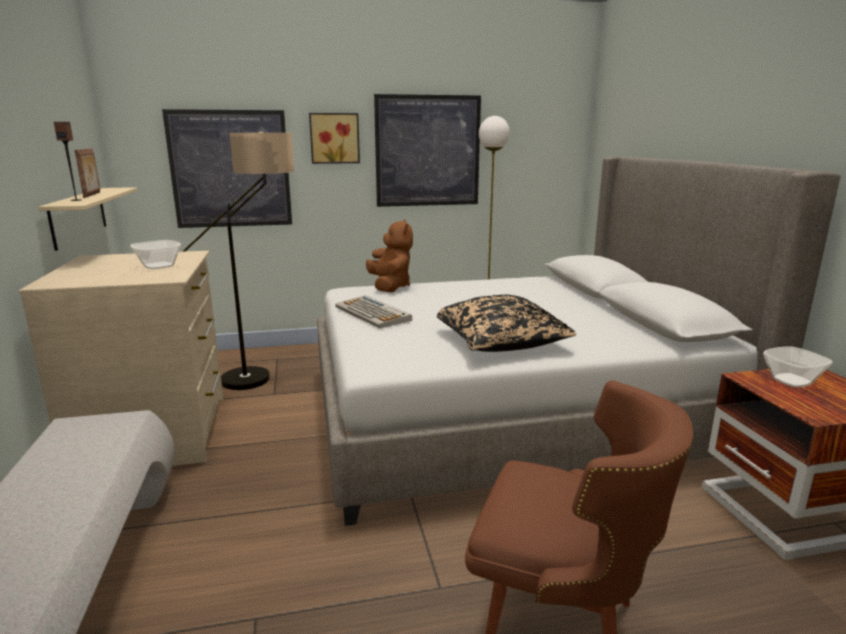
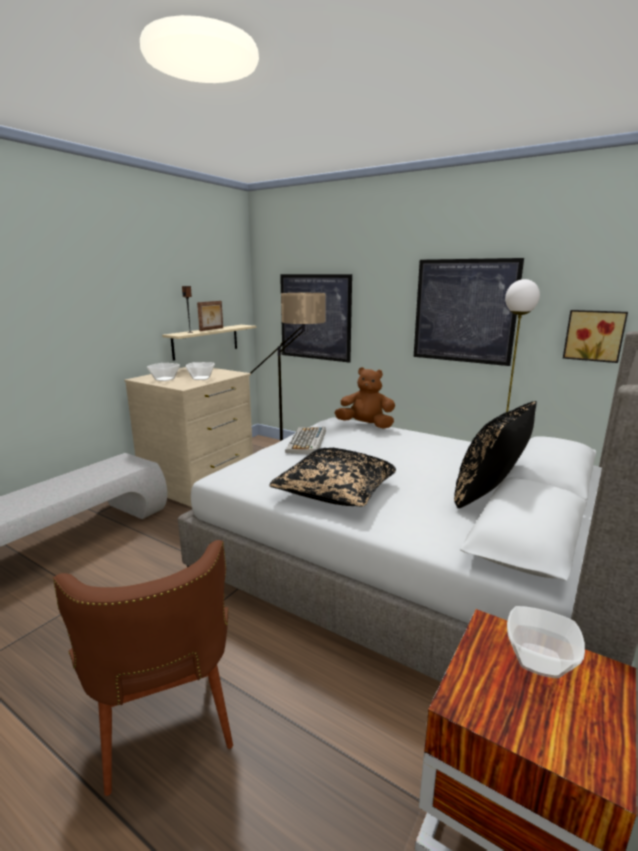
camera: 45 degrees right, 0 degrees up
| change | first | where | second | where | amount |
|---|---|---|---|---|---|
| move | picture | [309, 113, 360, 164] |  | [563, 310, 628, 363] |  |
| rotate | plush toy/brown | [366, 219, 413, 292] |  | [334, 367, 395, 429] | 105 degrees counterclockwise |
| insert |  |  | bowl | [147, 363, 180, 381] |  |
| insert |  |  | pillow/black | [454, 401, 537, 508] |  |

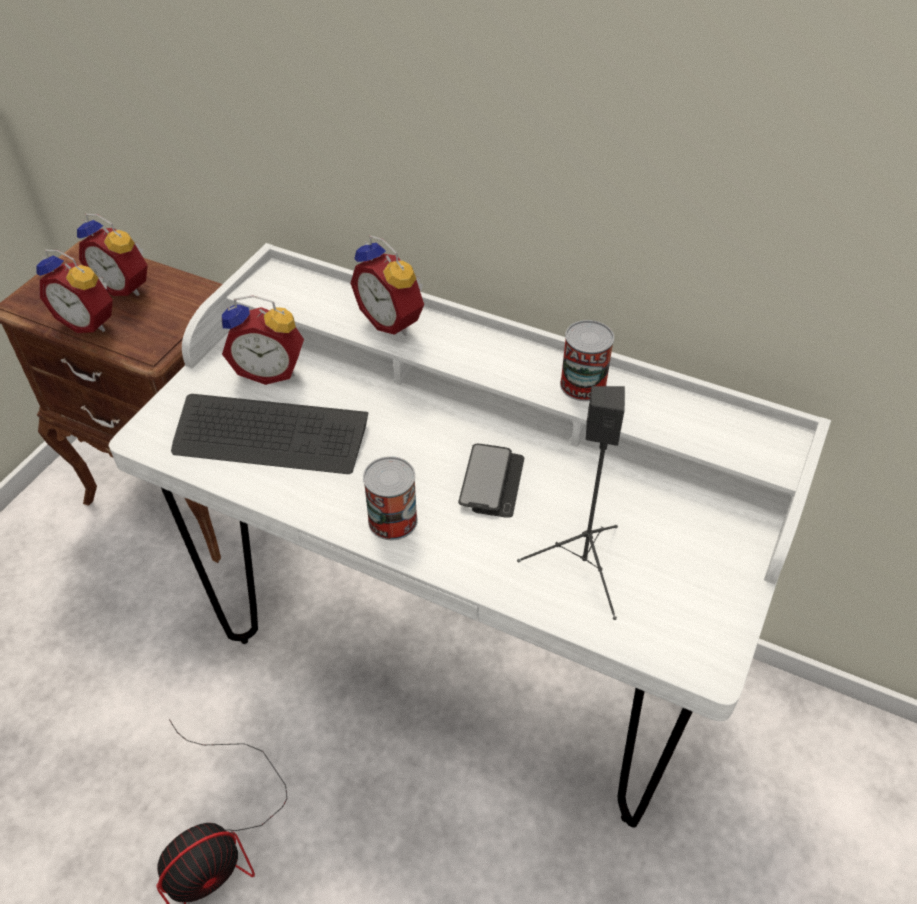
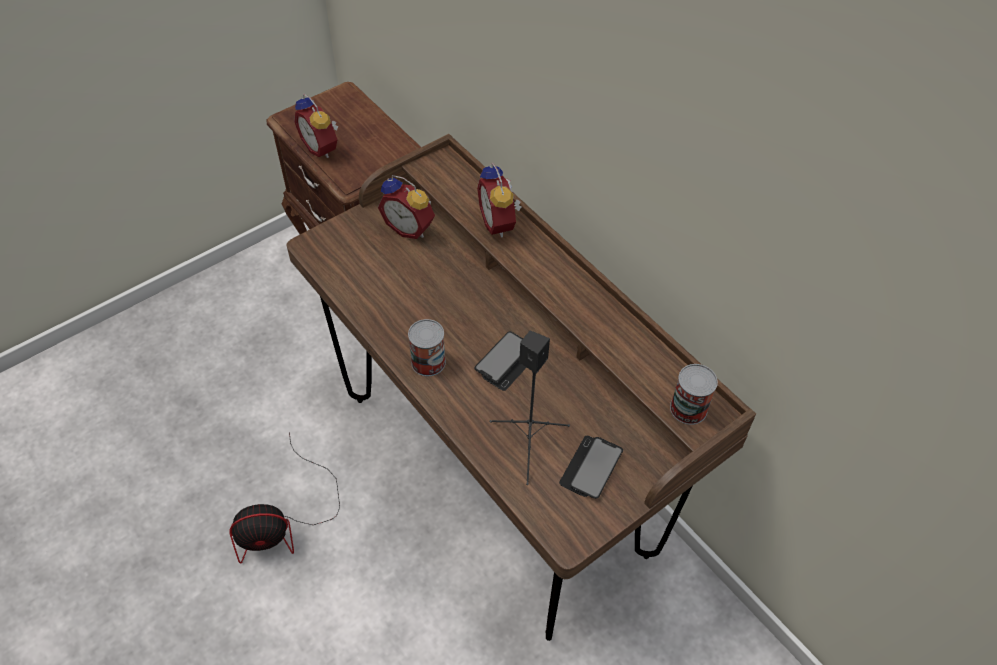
camera: 25 degrees right, 5 degrees up
| change | first | where | second | where | amount |
|---|---|---|---|---|---|
| delete | alarm clock | [77, 214, 148, 296] |  |  |  |
| recolor | desk/white | [109, 243, 831, 828] | desk/brown | [287, 134, 756, 641] |  |
| delete | keyboard | [171, 394, 368, 474] |  |  |  |
| move | can | [560, 320, 614, 401] |  | [670, 364, 718, 425] |  |
| insert |  |  | phone | [559, 436, 623, 499] |  |

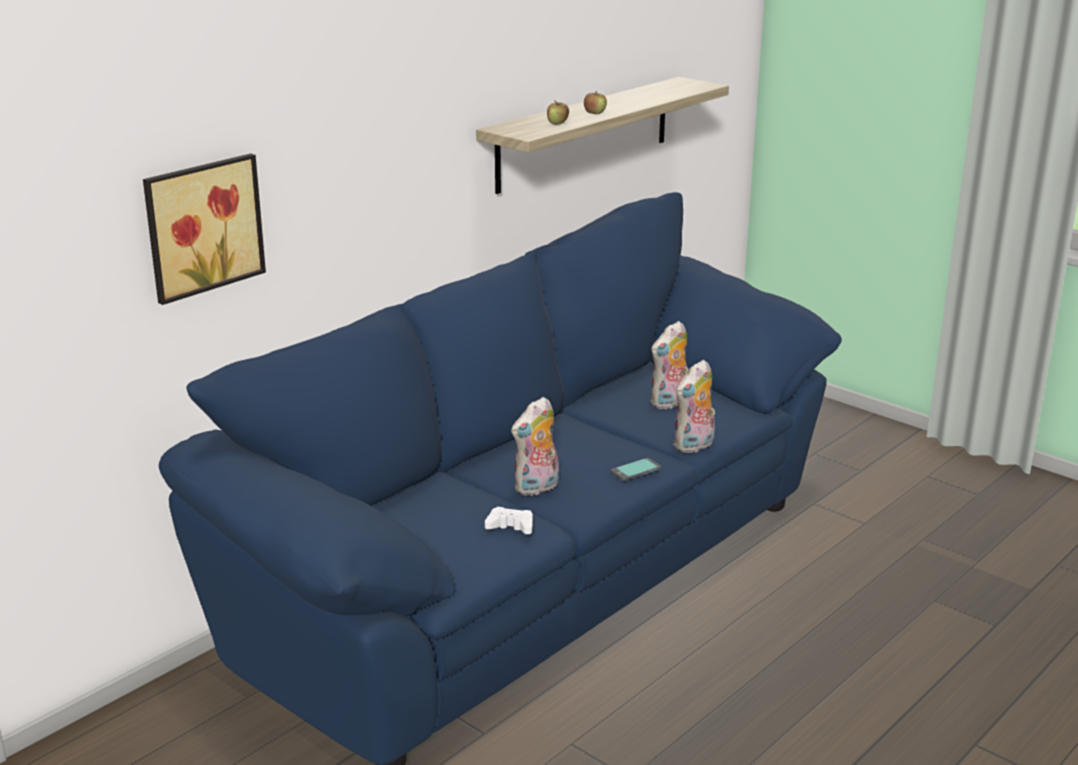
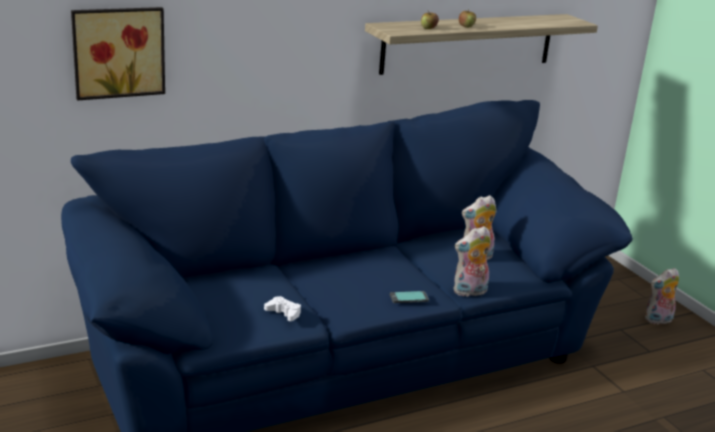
camera: 20 degrees right, 0 degrees up
| change | first | where | second | where | amount |
|---|---|---|---|---|---|
| move | plush toy | [511, 397, 559, 496] |  | [645, 268, 679, 325] |  |

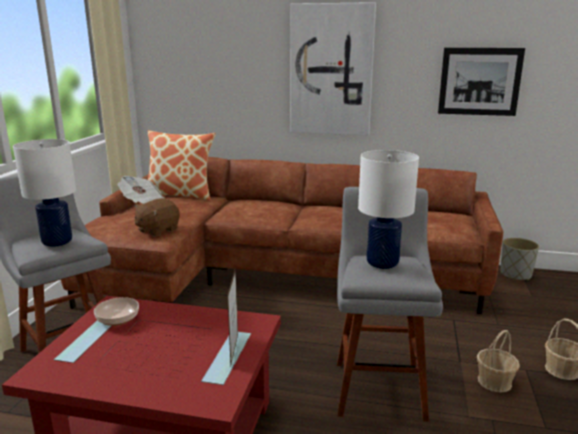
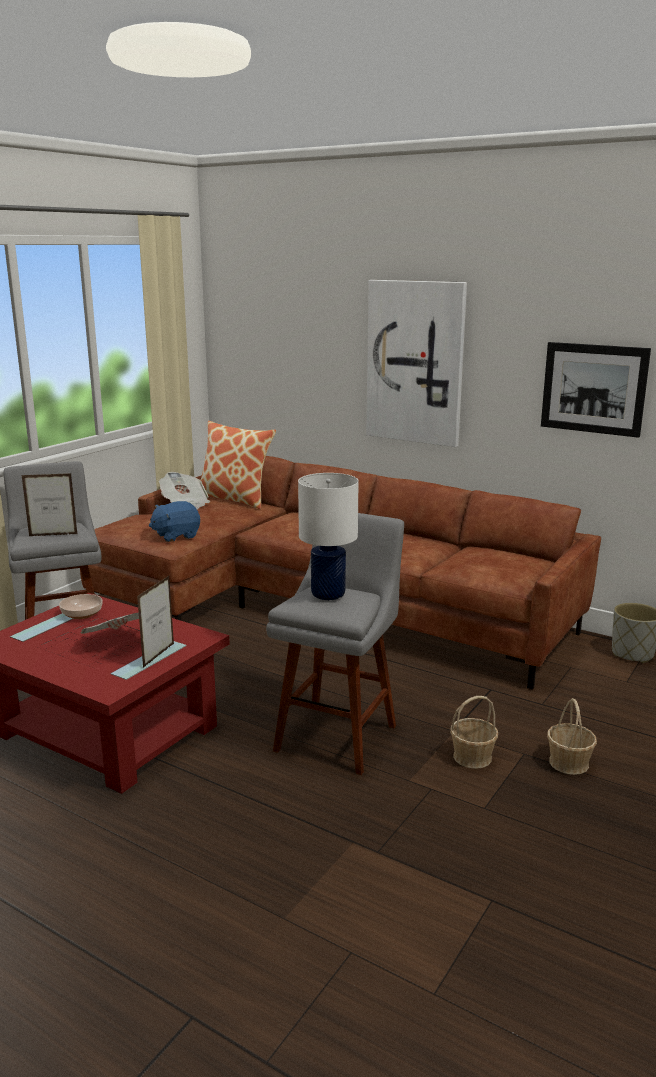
camera: 20 degrees right, 0 degrees up
| change | first | where | second | where | amount |
|---|---|---|---|---|---|
| replace | table lamp/white | [13, 139, 76, 247] | picture frame | [22, 473, 77, 536] |  |
| recolor | plush toy/brown | [135, 198, 180, 237] | plush toy/blue | [149, 501, 200, 542] |  |
| insert |  |  | newspaper | [81, 612, 139, 634] |  |

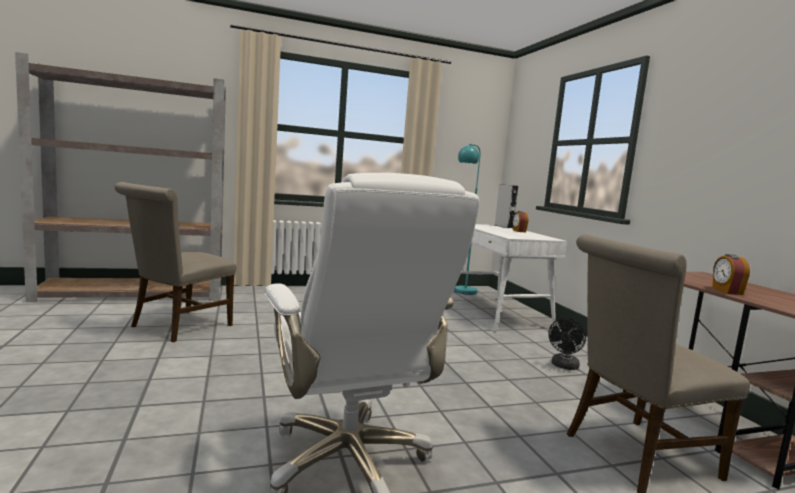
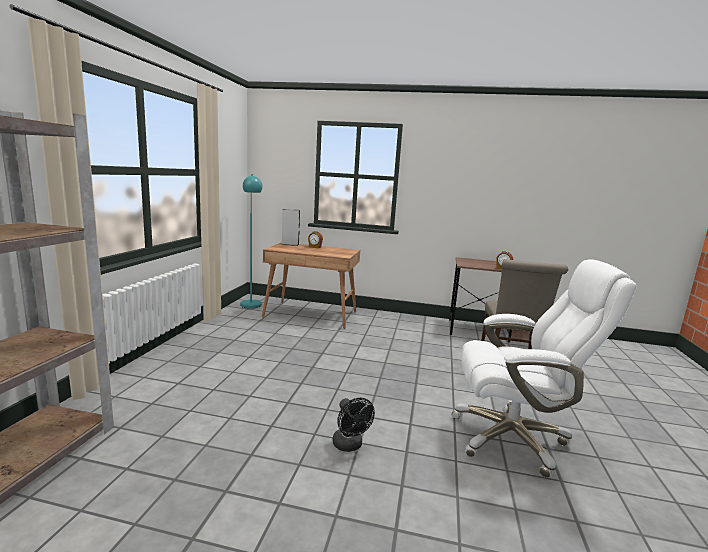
camera: 60 degrees left, 5 degrees up
| change | first | where | second | where | amount |
|---|---|---|---|---|---|
| delete | chair/beige | [115, 182, 237, 342] |  |  |  |
| recolor | desk/white | [461, 224, 567, 332] | desk/brown | [262, 242, 360, 329] |  |
| move | fan/black | [548, 318, 586, 370] |  | [333, 398, 375, 452] |  |

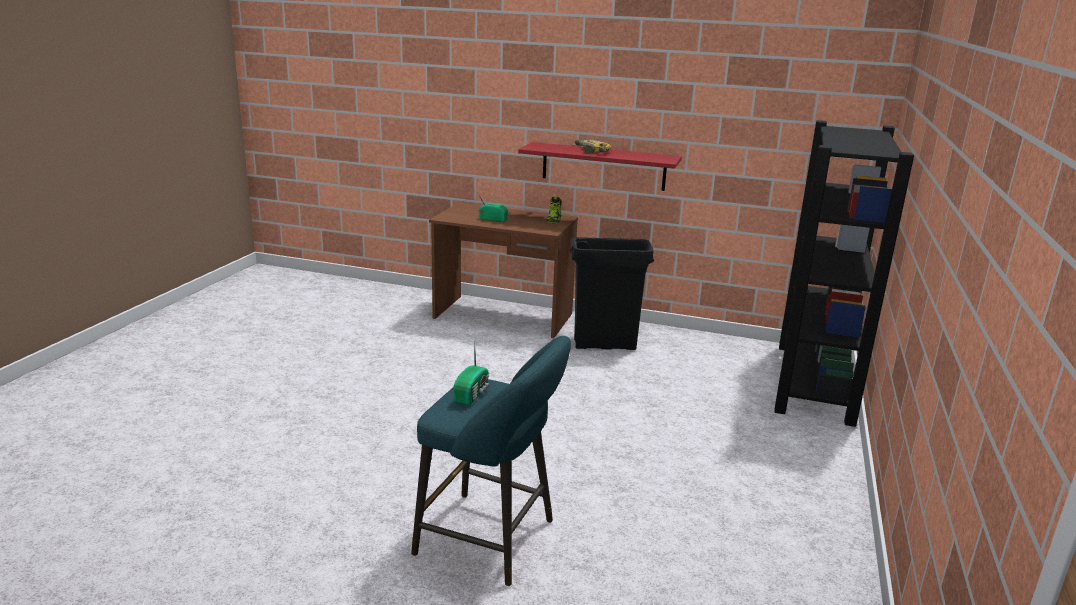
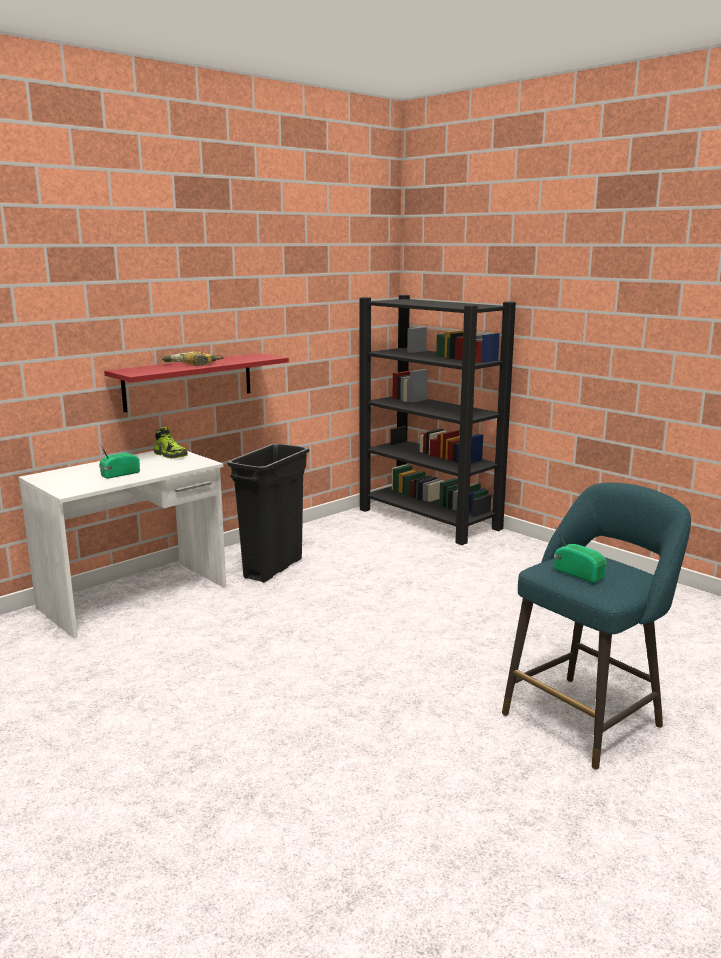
camera: 60 degrees left, 5 degrees down
| change | first | where | second | where | amount |
|---|---|---|---|---|---|
| recolor | desk/brown | [429, 203, 578, 338] | desk/white | [18, 451, 226, 638] |  |

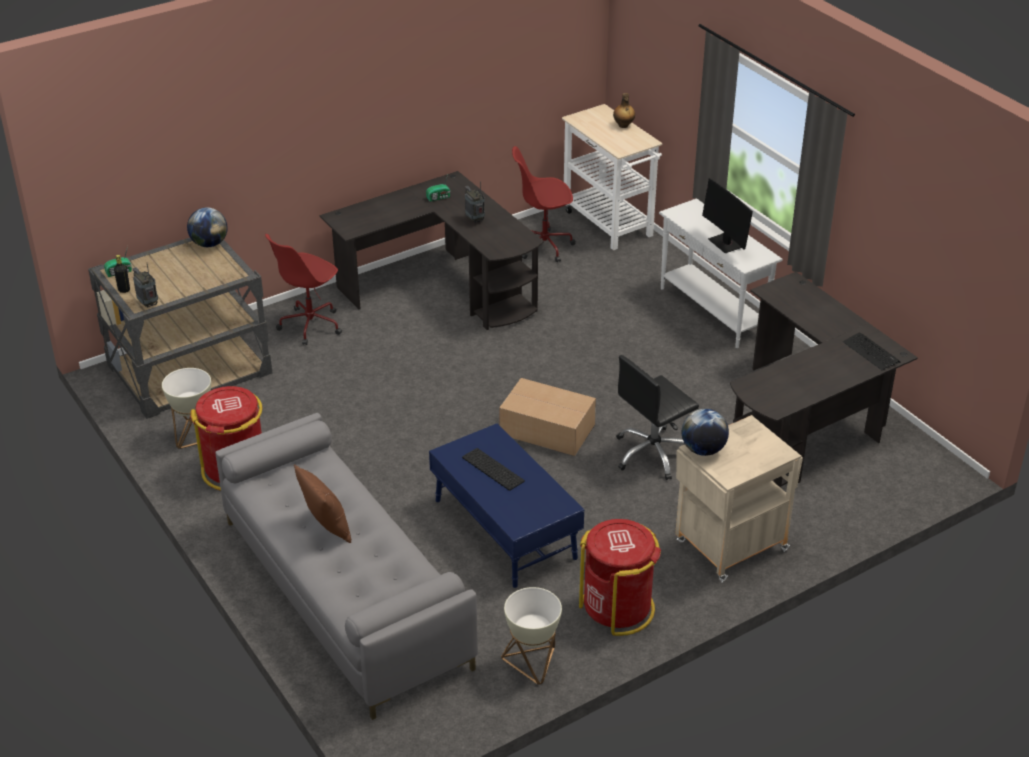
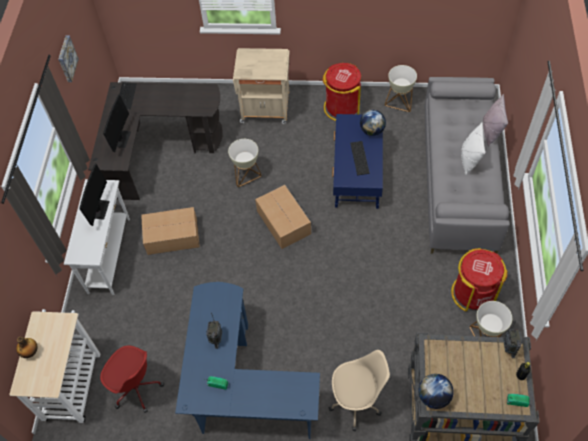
camera: 140 degrees left, 20 degrees up
| change | first | where | second | where | amount |
|---|---|---|---|---|---|
| recolor | office chair/red | [265, 234, 342, 345] | office chair/beige | [329, 350, 390, 431] |  |
| recolor | pillow/brown | [294, 464, 351, 543] | pillow/white | [461, 122, 485, 175] |  |
| recolor | desk/black | [320, 171, 544, 330] | desk/blue | [175, 282, 320, 439] |  |
| replace | office chair/black | [616, 355, 699, 480] | planter | [228, 139, 261, 187] |  |
| move | globe | [682, 409, 729, 456] |  | [360, 110, 386, 136] |  |
| insert |  |  | picture | [58, 35, 79, 82] |  |
| insert |  |  | monitor | [103, 94, 131, 152] |  |
| insert |  |  | cardboard box | [141, 207, 200, 255] |  |
| insert |  |  | pillow/purple | [483, 94, 508, 146] |  |

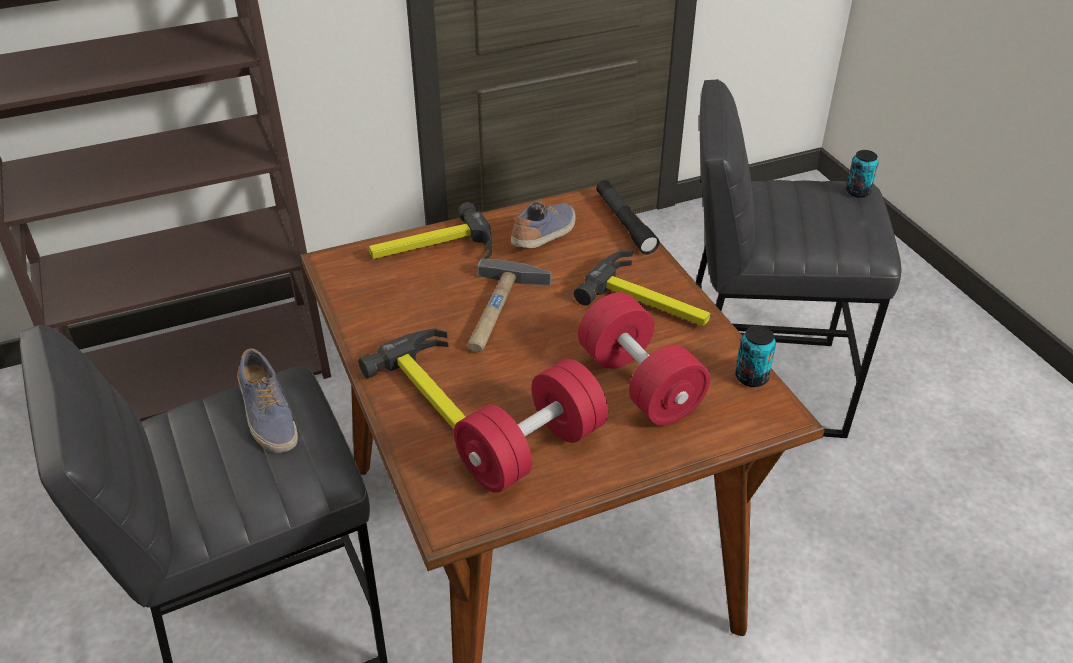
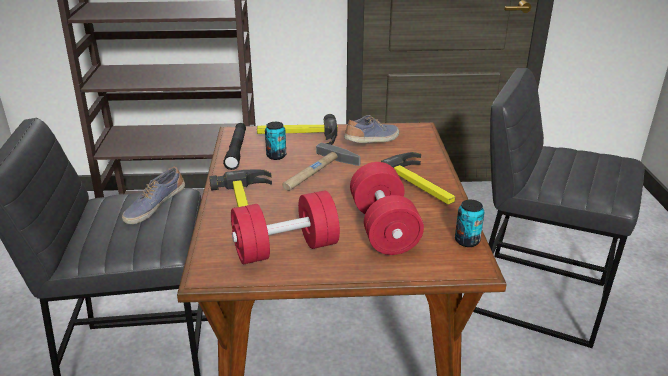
camera: 20 degrees right, 10 degrees down
| change | first | where | second | where | amount |
|---|---|---|---|---|---|
| rotate | shoe | [237, 348, 298, 453] |  | [122, 167, 185, 224] | 45 degrees clockwise |
| move | flashlight/black | [596, 180, 660, 255] |  | [223, 123, 246, 170] |  |
| move | can | [846, 150, 878, 198] |  | [265, 122, 286, 160] |  |

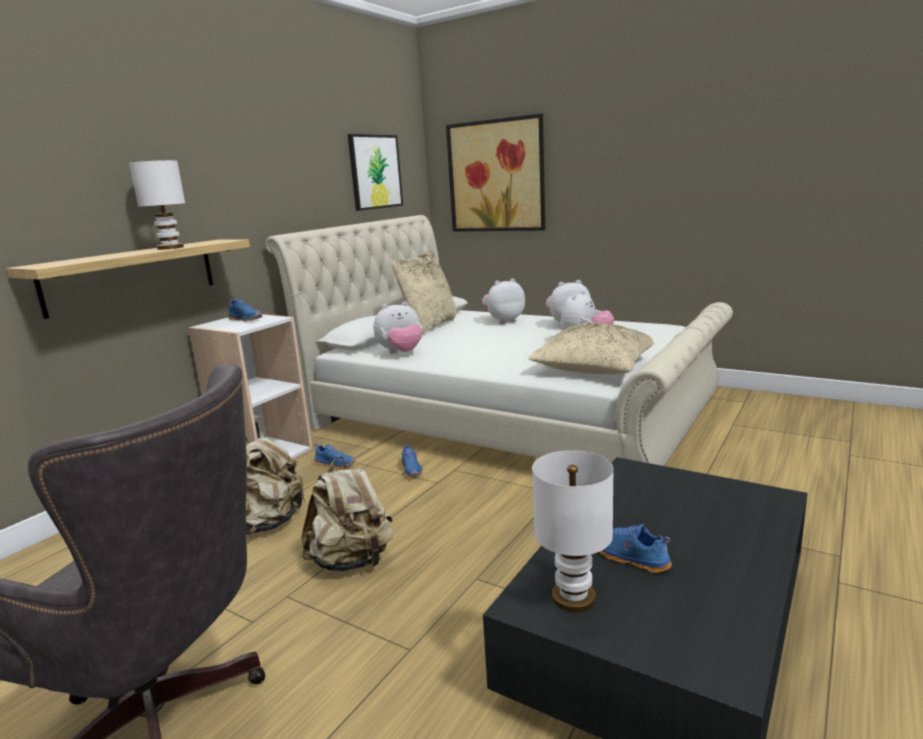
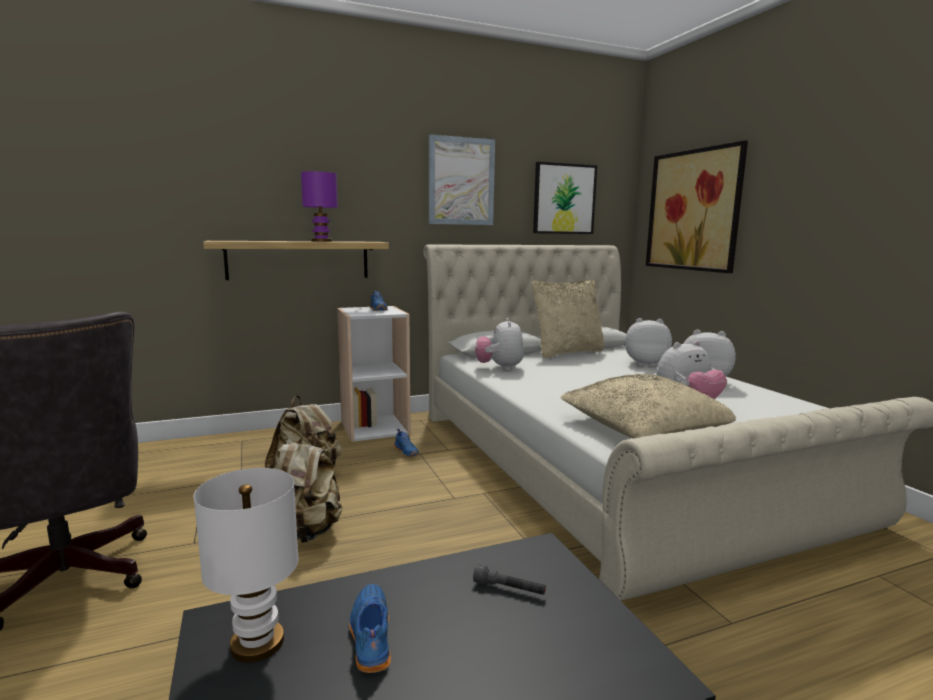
camera: 35 degrees right, 5 degrees down
| change | first | where | second | where | amount |
|---|---|---|---|---|---|
| recolor | table lamp/white | [129, 160, 185, 250] | table lamp/purple | [301, 171, 338, 242] |  |
| rotate | plush toy | [374, 301, 422, 354] |  | [475, 318, 524, 371] | 75 degrees clockwise |
| delete | shoe/blue | [401, 442, 423, 477] |  |  |  |
| insert |  |  | picture | [429, 134, 495, 225] |  |
| insert |  |  | flashlight/grey | [473, 564, 546, 595] |  |

